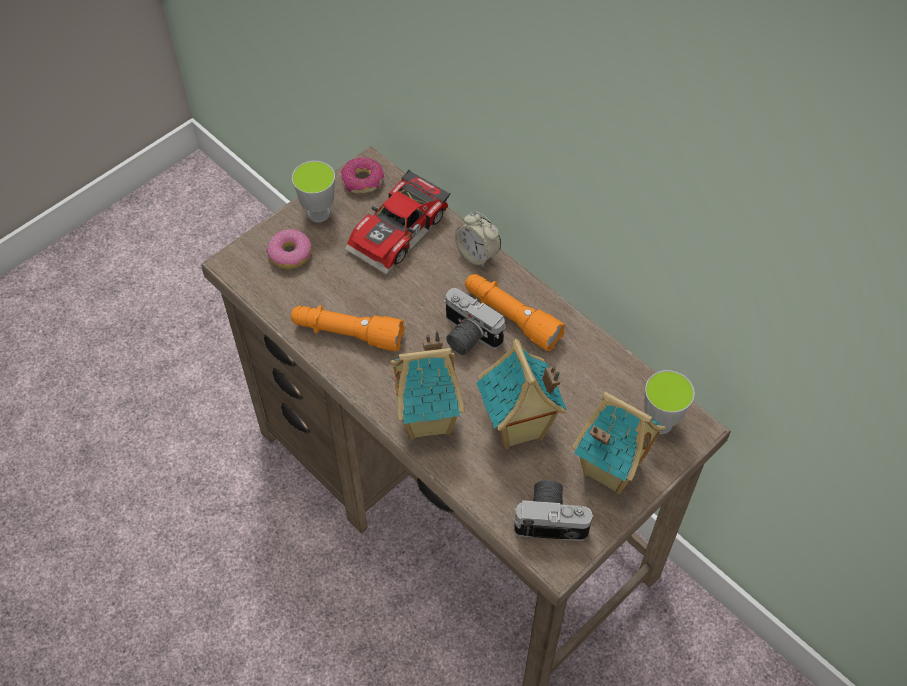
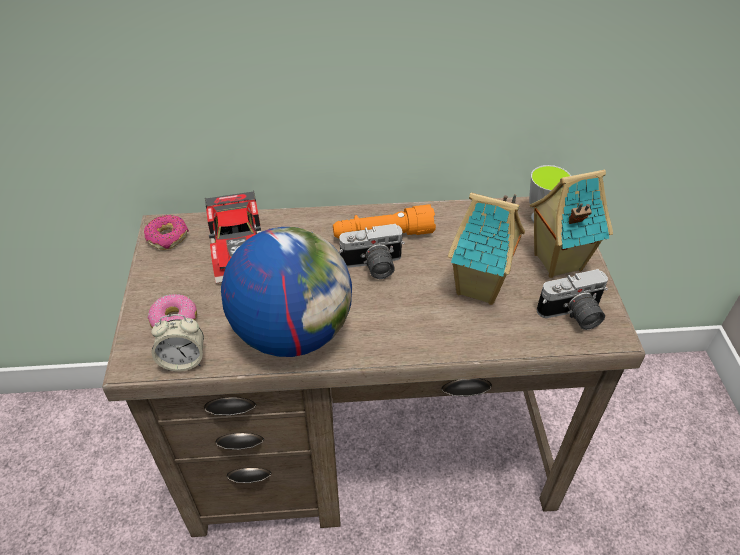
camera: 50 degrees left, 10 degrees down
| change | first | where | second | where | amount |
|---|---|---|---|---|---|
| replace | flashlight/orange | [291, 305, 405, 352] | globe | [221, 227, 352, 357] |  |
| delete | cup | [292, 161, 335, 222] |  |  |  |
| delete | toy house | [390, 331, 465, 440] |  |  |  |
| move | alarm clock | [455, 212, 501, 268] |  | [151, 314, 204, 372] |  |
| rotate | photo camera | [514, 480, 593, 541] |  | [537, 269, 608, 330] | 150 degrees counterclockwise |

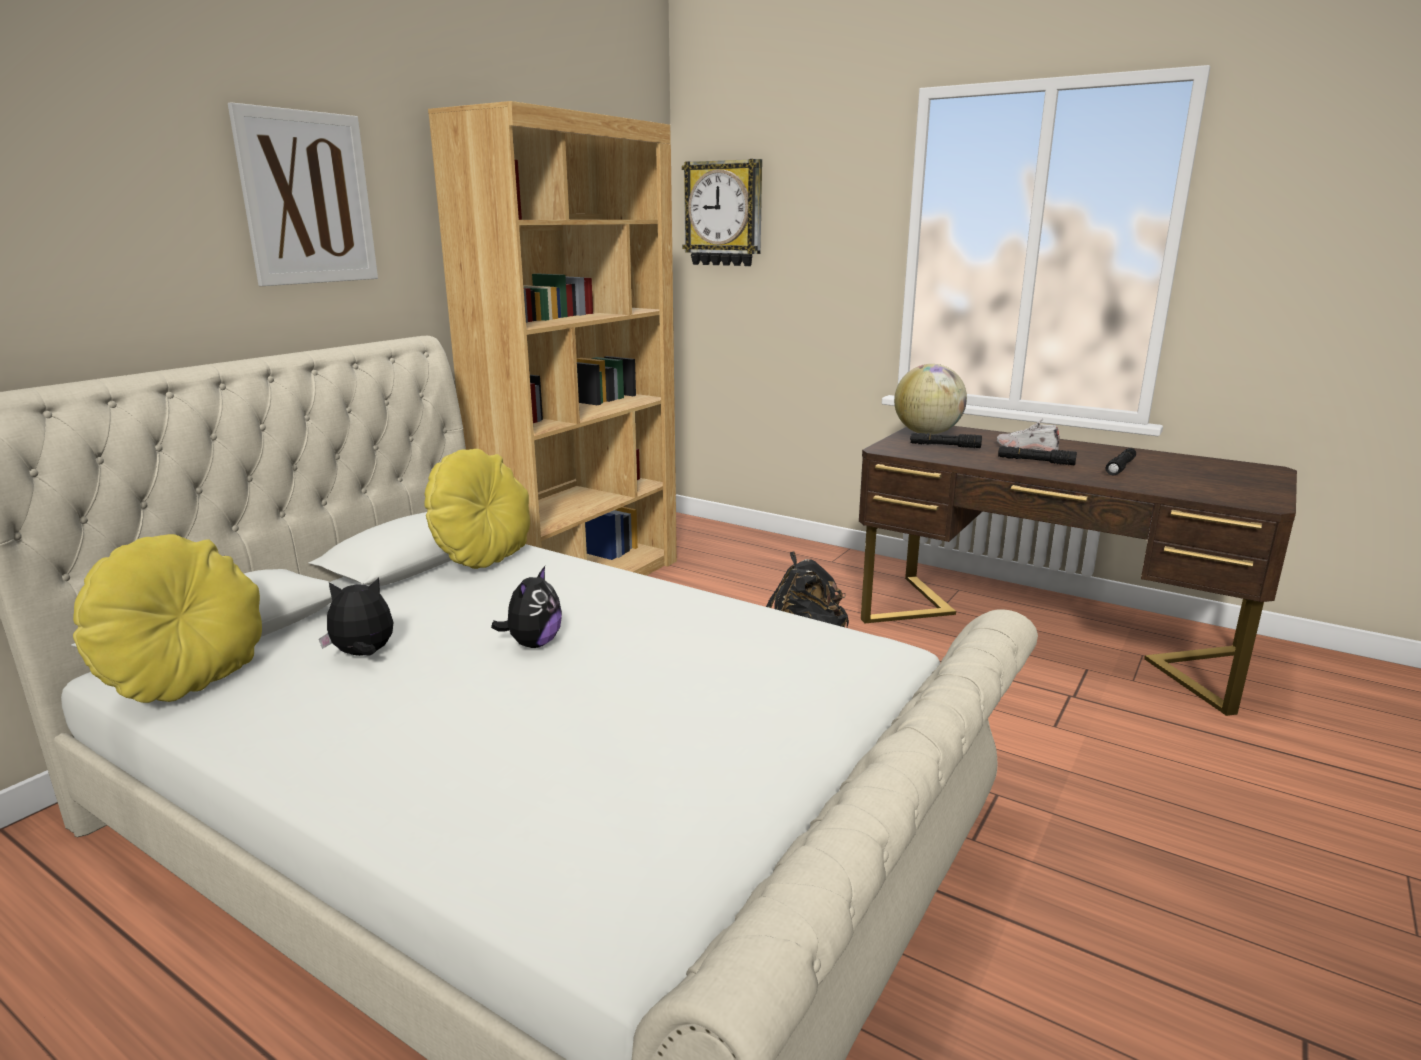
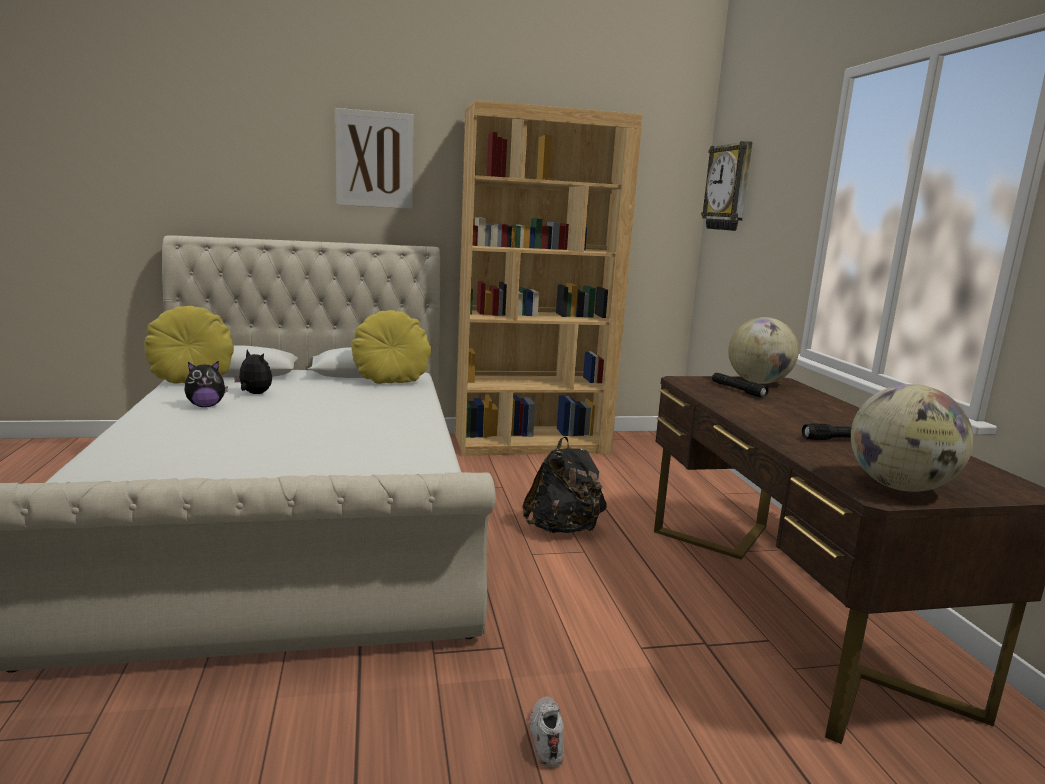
camera: 45 degrees right, 5 degrees down
| change | first | where | second | where | amount |
|---|---|---|---|---|---|
| move | plush toy | [491, 566, 562, 648] |  | [184, 361, 228, 407] |  |
| move | shoe/white | [997, 419, 1060, 451] |  | [529, 696, 564, 767] |  |
| delete | flashlight/black | [998, 446, 1077, 465] |  |  |  |
| insert |  |  | globe | [851, 384, 973, 492] |  |

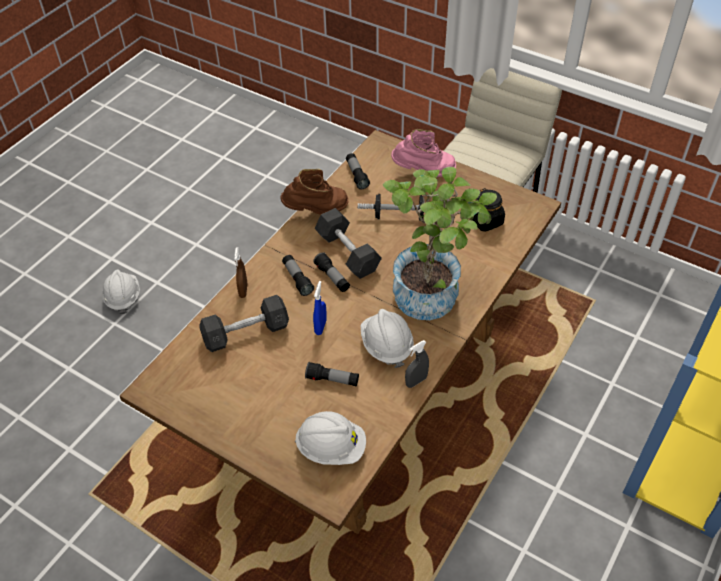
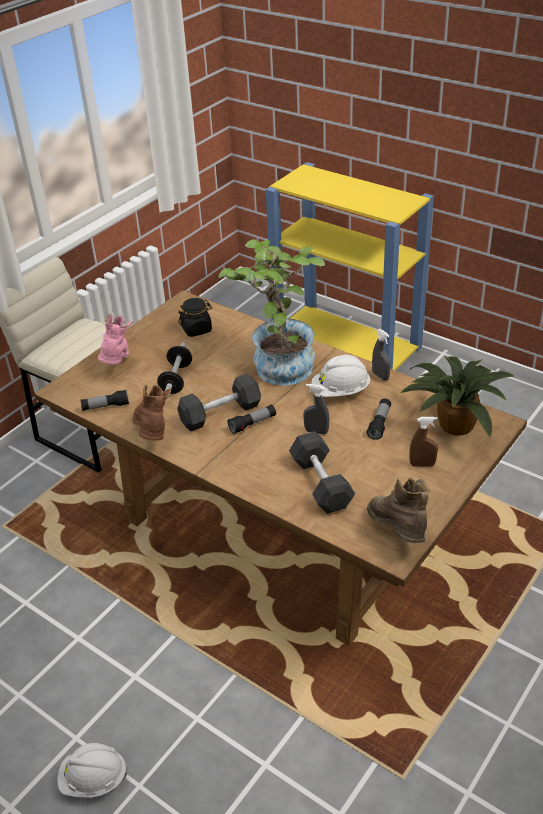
camera: 85 degrees left, 10 degrees down
| change | first | where | second | where | amount |
|---|---|---|---|---|---|
| move | spray bottle/brown | [234, 247, 247, 298] |  | [409, 417, 438, 467] |  |
| delete | flashlight | [282, 255, 314, 296] |  |  |  |
| replace | hard hat/white | [295, 411, 366, 465] | potted plant | [401, 356, 514, 438] |  |
| recolor | spray bottle/blue | [313, 281, 327, 335] | spray bottle/grey | [303, 384, 329, 435] |  |
| insert |  |  | boot/brown | [367, 477, 430, 543] |  |

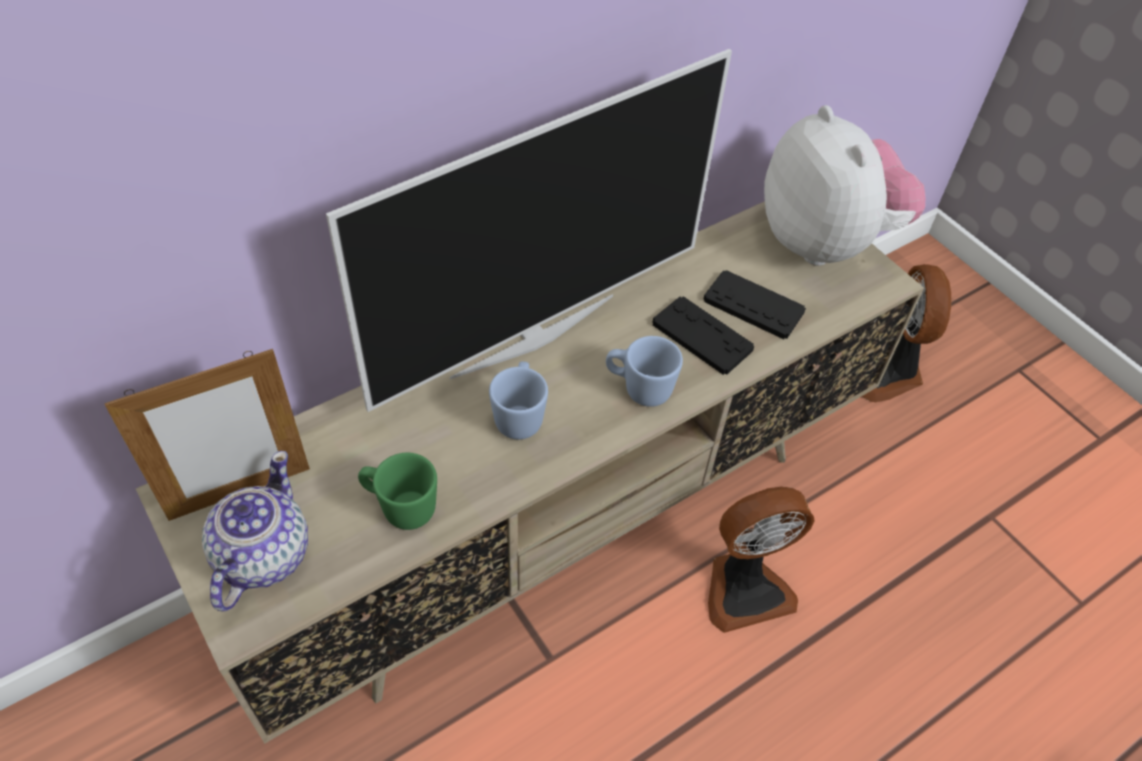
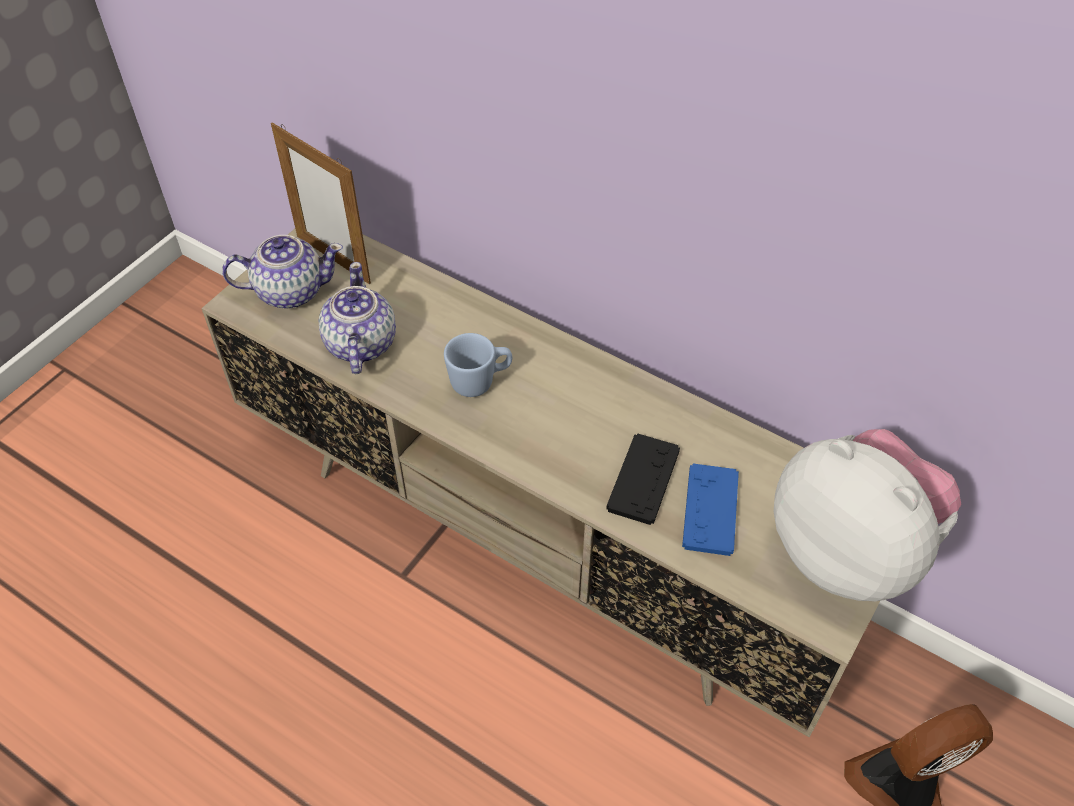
camera: 70 degrees right, 0 degrees up
| change | first | where | second | where | amount |
|---|---|---|---|---|---|
| delete | television | [326, 49, 732, 412] |  |  |  |
| replace | mug/green | [358, 453, 437, 530] | teapot | [319, 262, 396, 375] |  |
| delete | mug/blue | [606, 336, 683, 407] |  |  |  |
| recolor | game controller/black | [703, 270, 806, 339] | game controller/blue | [682, 463, 739, 556] |  |
| delete | fan | [708, 487, 814, 633] |  |  |  |
| rotate | plush toy | [764, 105, 925, 266] |  | [774, 429, 961, 602] | 90 degrees counterclockwise |

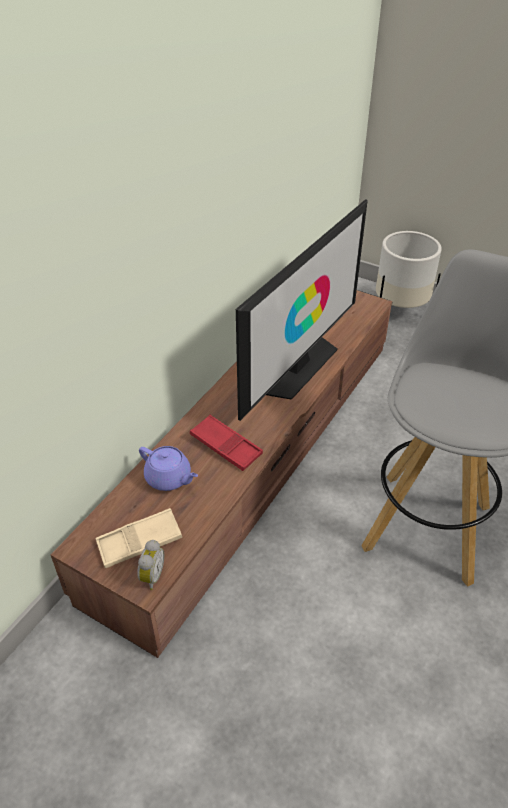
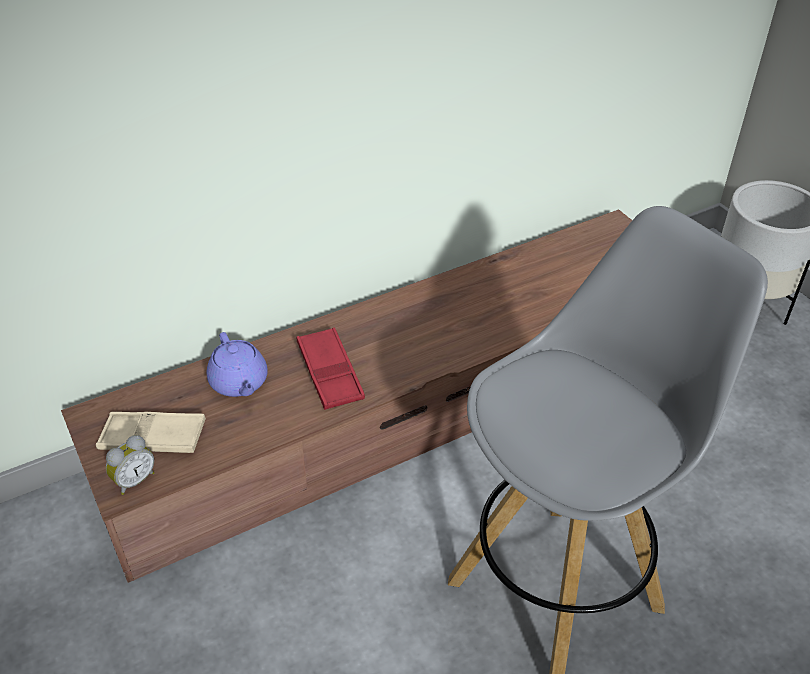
camera: 30 degrees right, 0 degrees up
| change | first | where | second | where | amount |
|---|---|---|---|---|---|
| delete | television | [236, 199, 368, 421] |  |  |  |

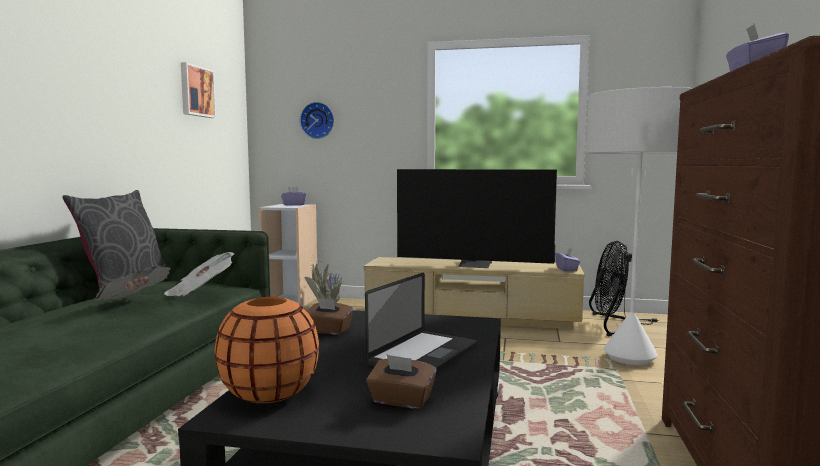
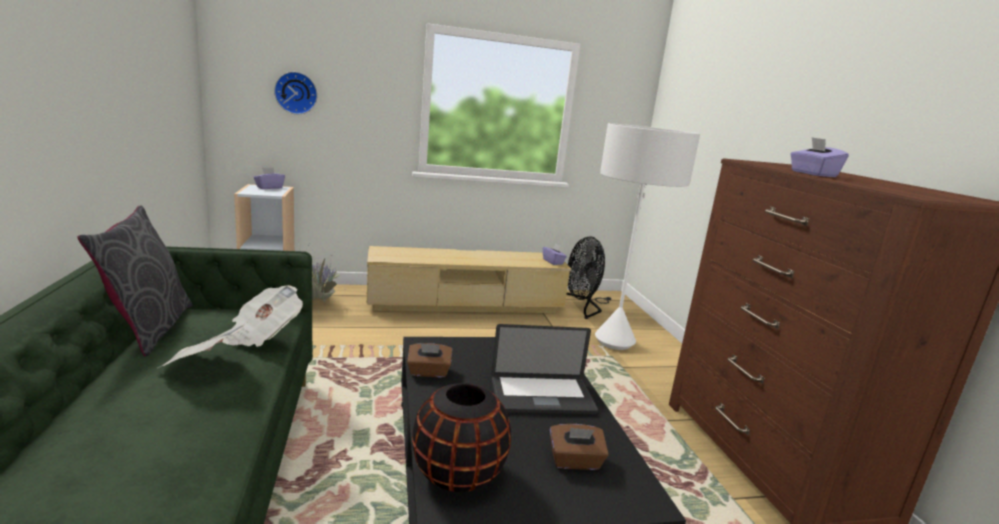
camera: 25 degrees left, 10 degrees up
| change | first | where | second | where | amount |
|---|---|---|---|---|---|
| delete | picture | [181, 62, 216, 118] |  |  |  |
| recolor | vase/orange | [214, 297, 319, 403] | vase/black | [412, 383, 511, 492] |  |
| rotate | laptop | [365, 273, 477, 372] |  | [491, 324, 598, 414] | 75 degrees clockwise |
| delete | television | [397, 169, 557, 268] |  |  |  |

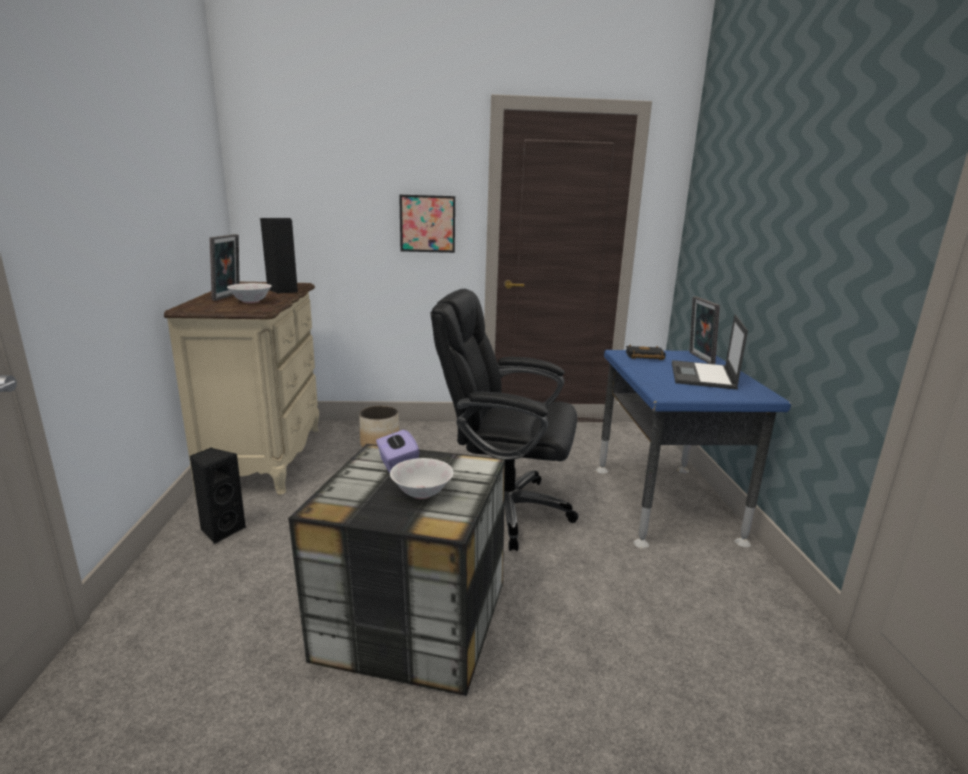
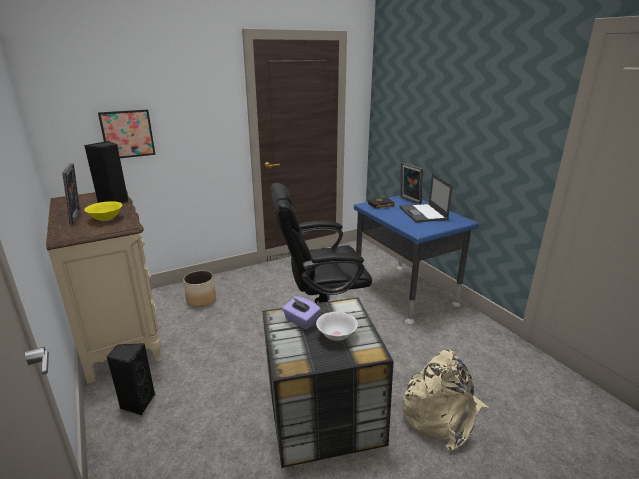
camera: 25 degrees left, 5 degrees up
| change | first | where | second | where | amount |
|---|---|---|---|---|---|
| recolor | bowl/white | [227, 283, 272, 303] | bowl/yellow | [84, 201, 122, 221] |  |
| move | picture | [399, 195, 455, 253] |  | [98, 110, 155, 158] |  |
| insert |  |  | backpack/beige | [402, 349, 488, 451] |  |

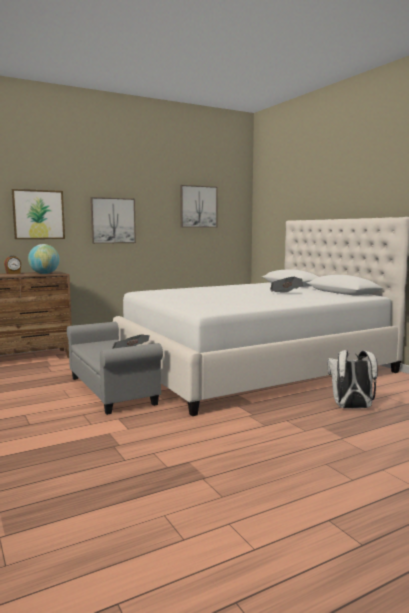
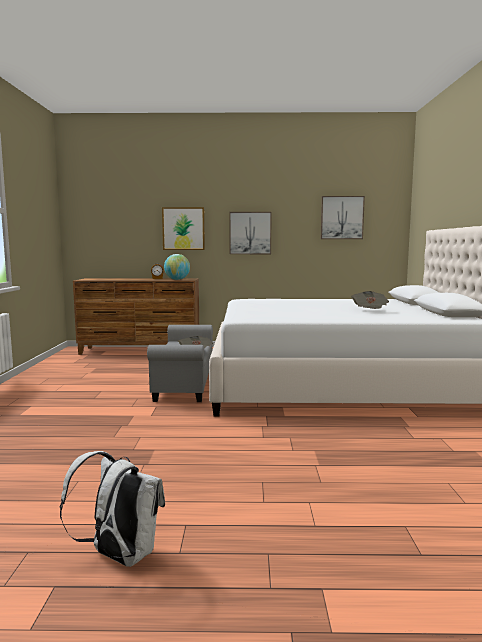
camera: 30 degrees right, 0 degrees up
| change | first | where | second | where | amount |
|---|---|---|---|---|---|
| move | backpack/white | [327, 350, 378, 408] |  | [60, 451, 165, 567] |  |

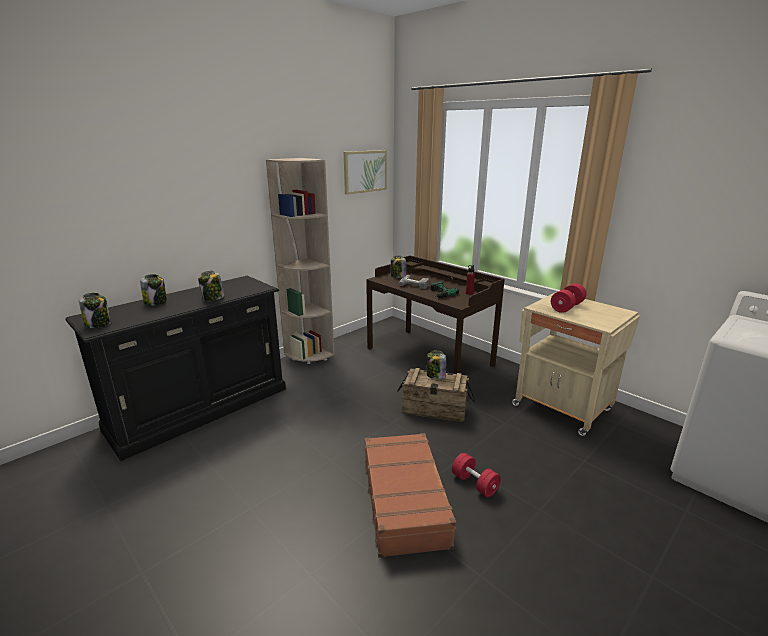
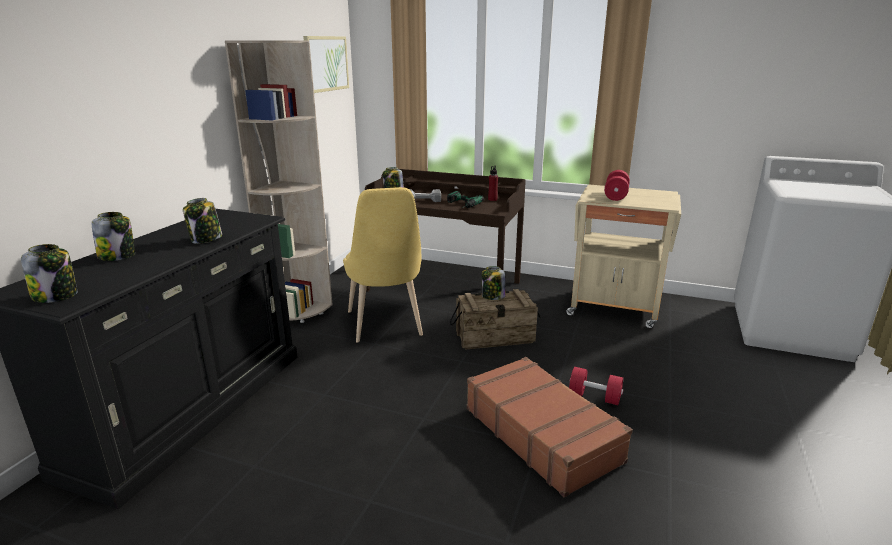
camera: 25 degrees left, 0 degrees up
| change | first | where | second | where | amount |
|---|---|---|---|---|---|
| insert |  |  | chair/yellow | [343, 187, 423, 343] |  |

